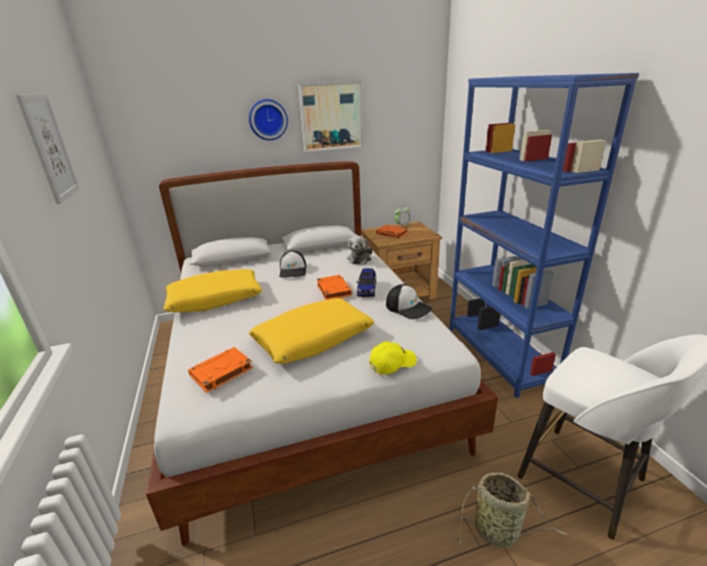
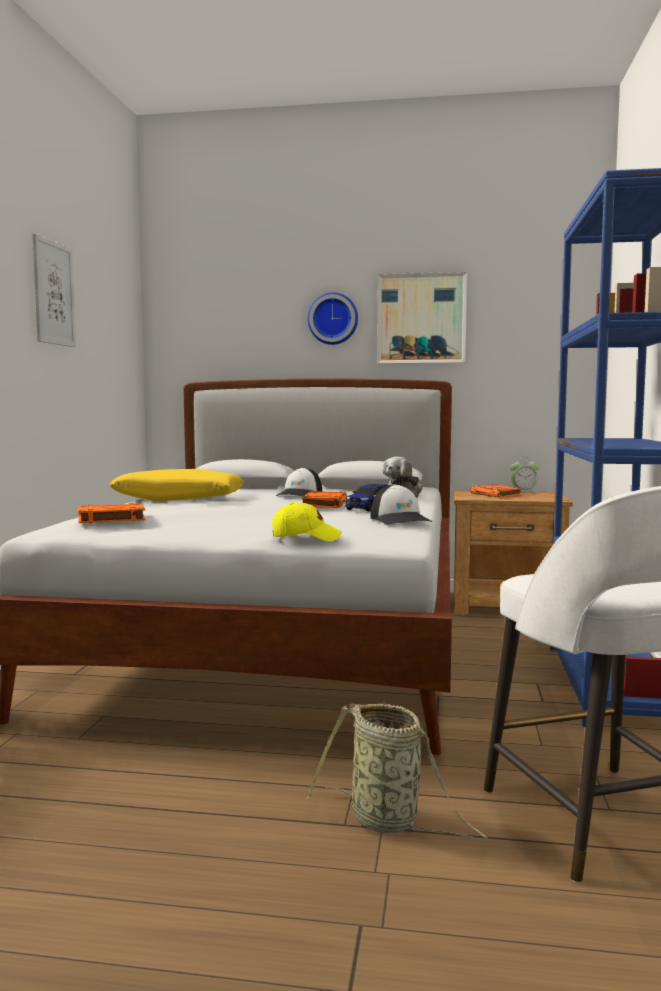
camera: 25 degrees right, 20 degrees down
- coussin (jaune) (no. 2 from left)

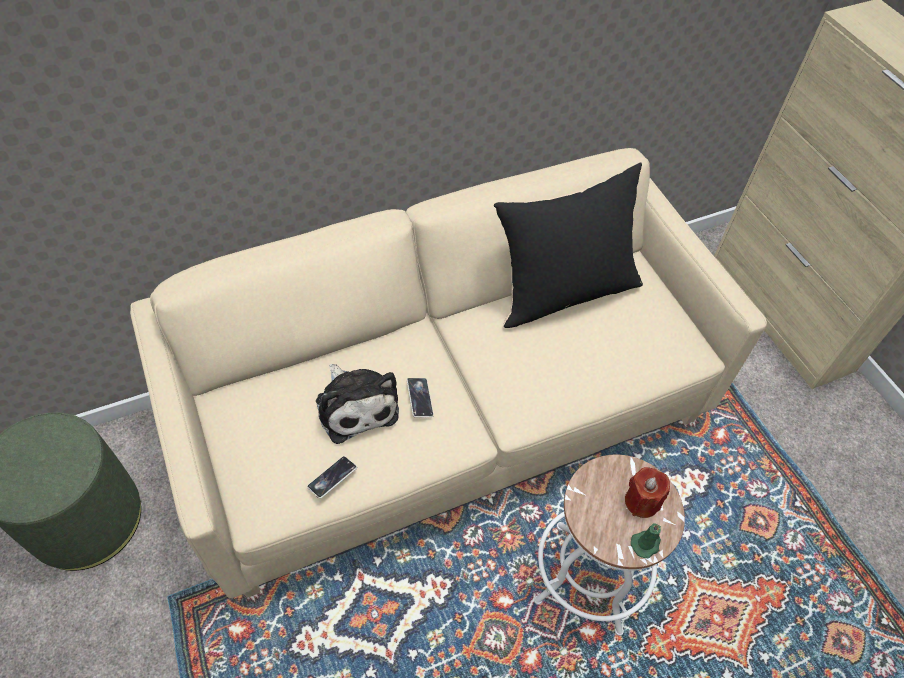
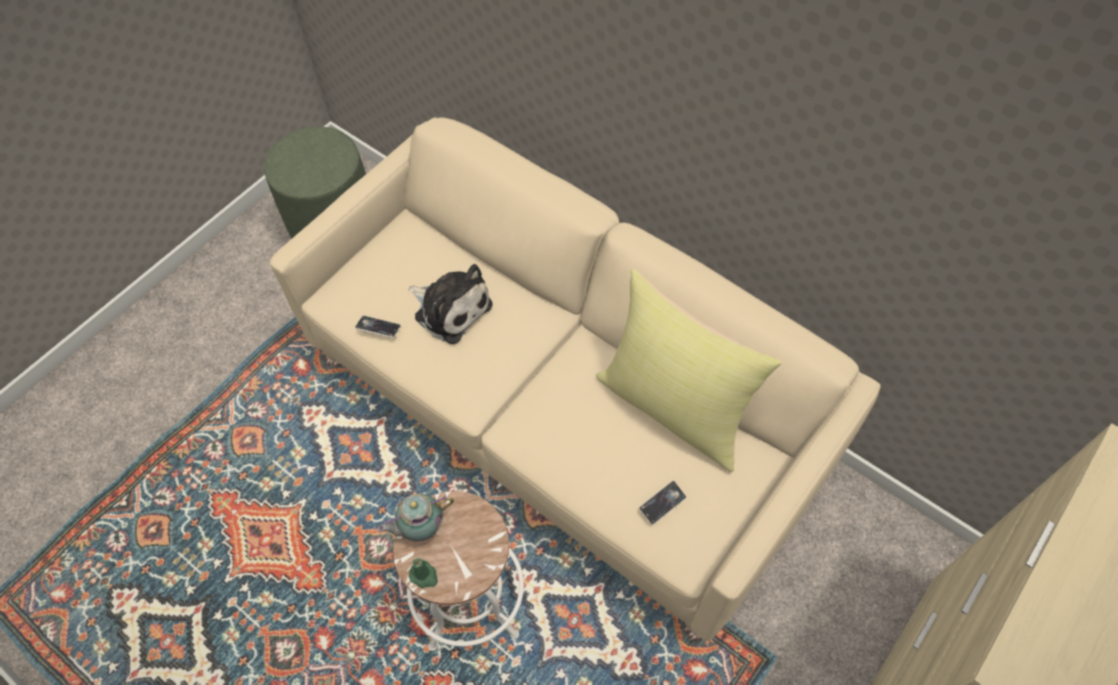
camera: 65 degrees right, 5 degrees up
~ peluche 90 degrees counterclockwise
~ téléphone (no. 2 from left)
~ coussin (noir) to coussin (jaune)
- bougie (rouge)
+ théière

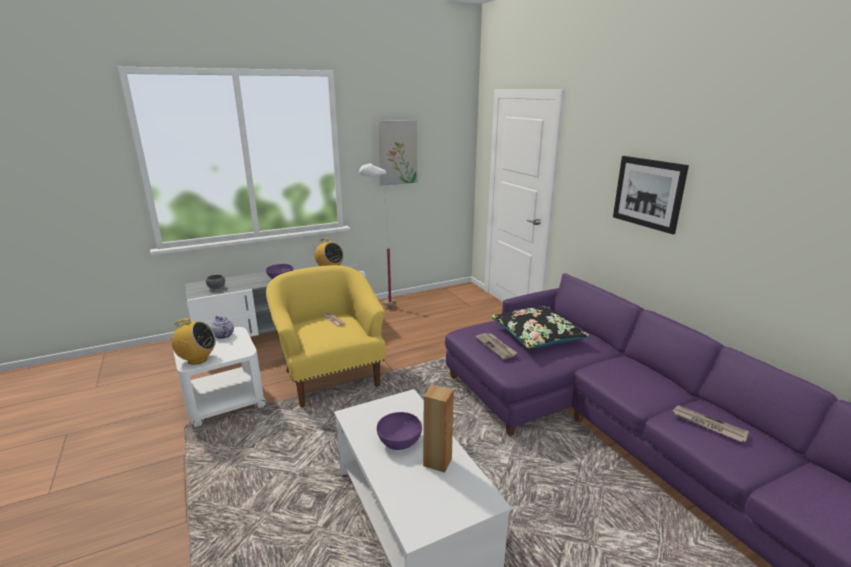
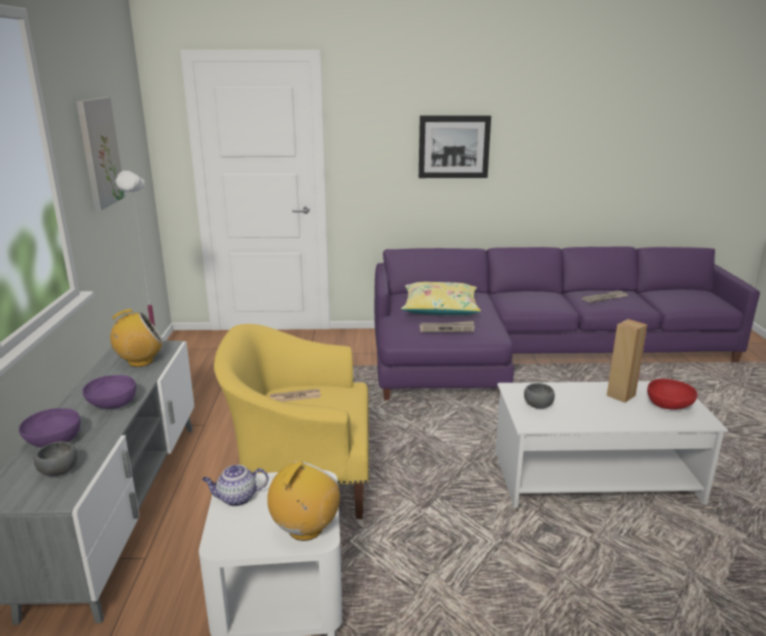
camera: 65 degrees left, 0 degrees up
~ bol (violet) (no. 2 from left in the first image) to bol (violet) (no. 1 from left)
~ coussin (noir) to coussin (jaune)
+ bol (gris) (no. 2 from left)
+ bol (rouge)

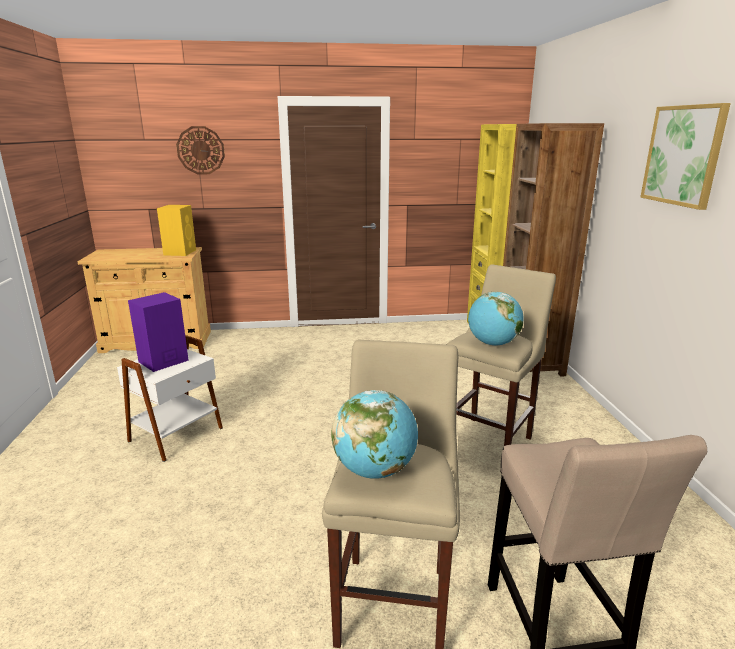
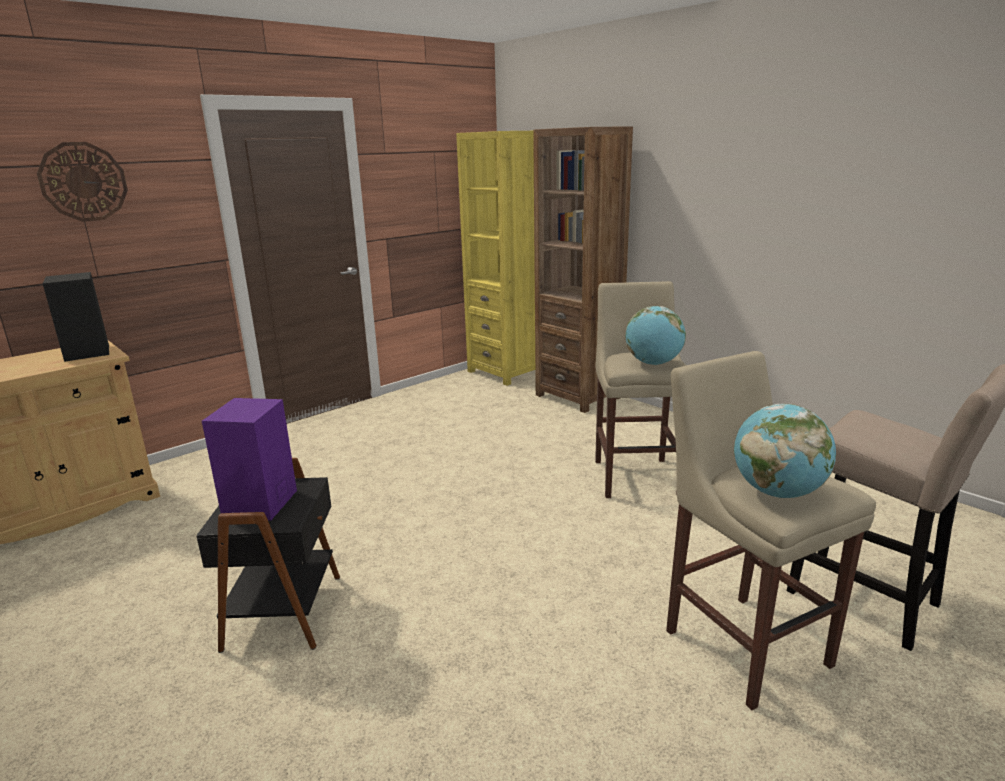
camera: 35 degrees left, 0 degrees up
~ table d'appoint (blanc) to table d'appoint (noir)
~ enceinte (jaune) to enceinte (noir)
- tableau

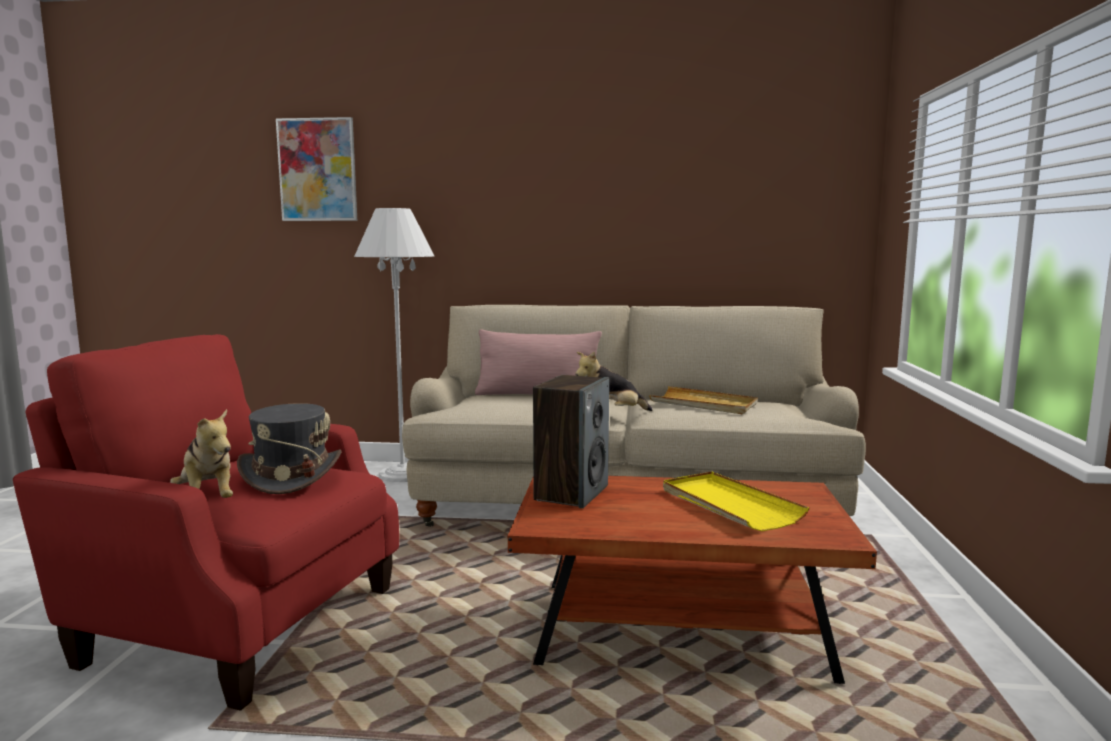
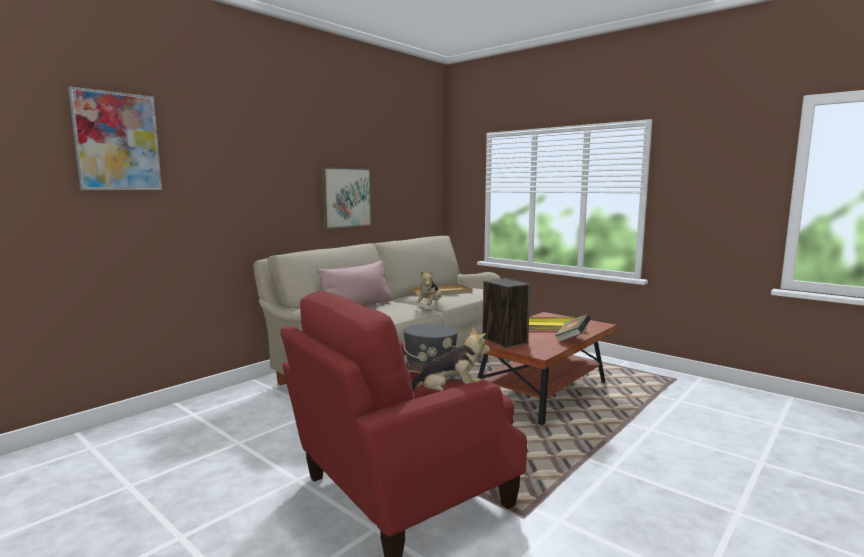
camera: 55 degrees left, 0 degrees up
- lampadaire (blanc)
+ tableau (no. 2 from left)
+ livre

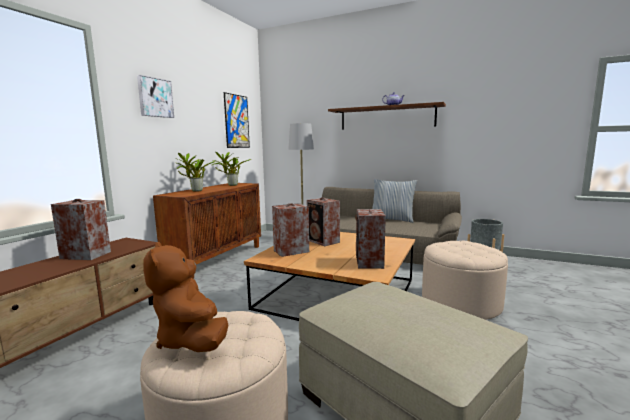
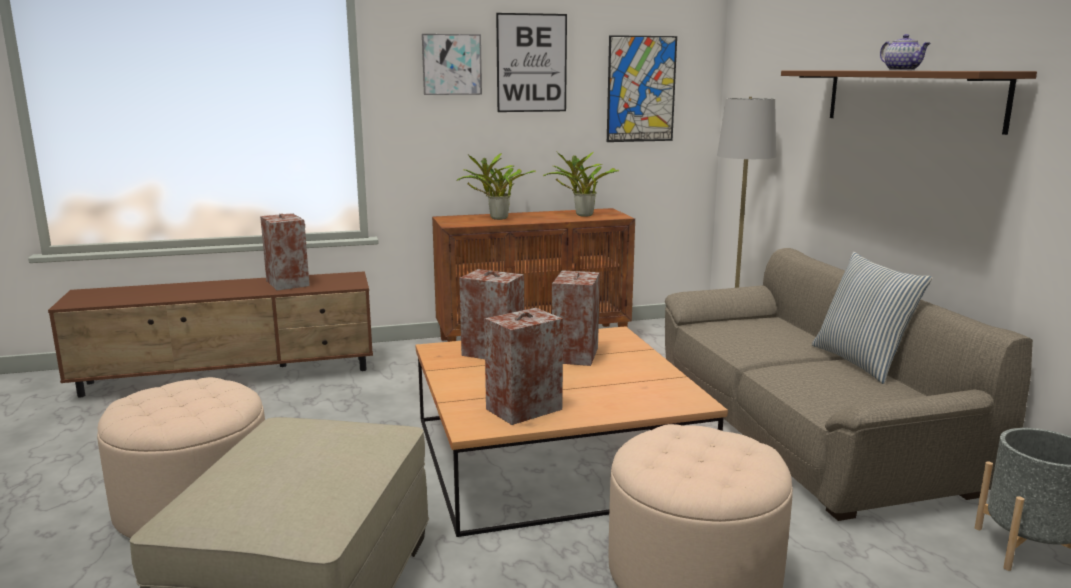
camera: 50 degrees right, 5 degrees up
- peluche (marron)
+ tableau (no. 2 from left)

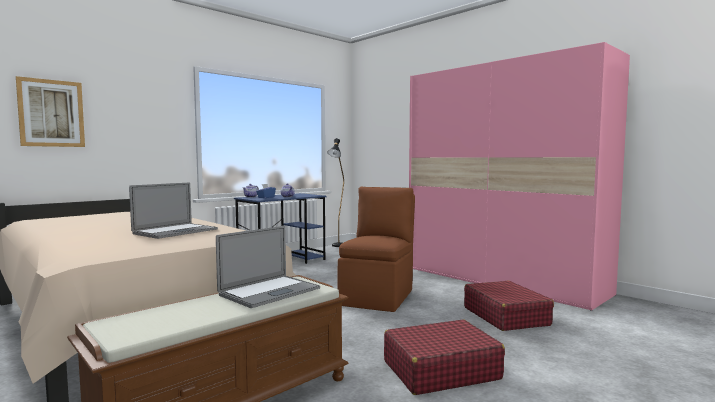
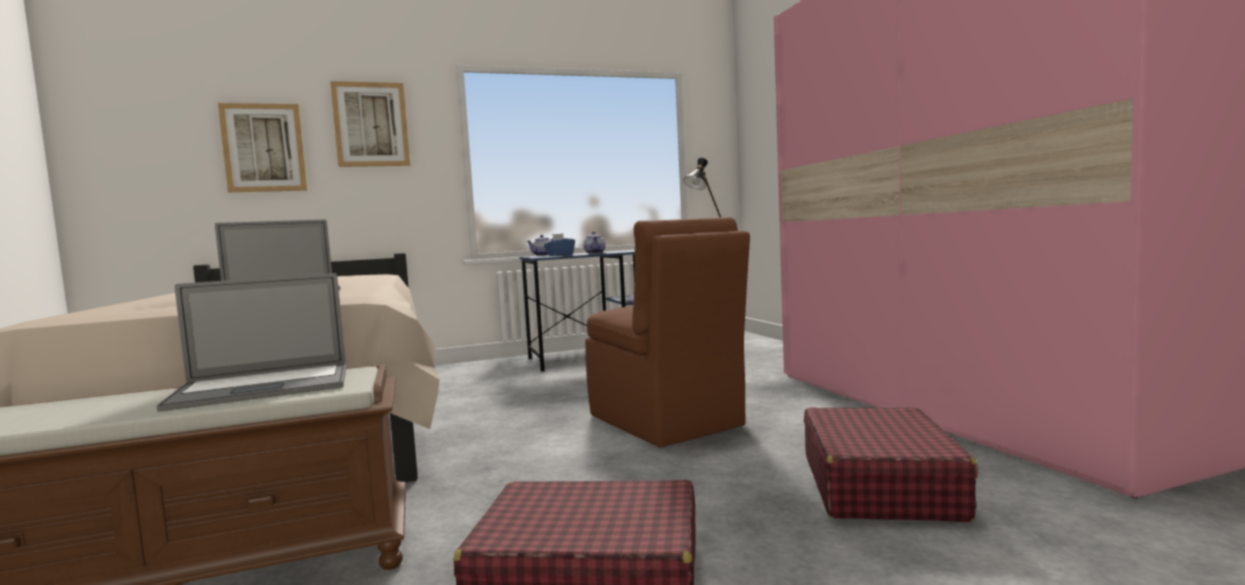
camera: 25 degrees right, 0 degrees up
~ chaise (marron) 105 degrees clockwise
+ tableau (no. 2 from left)

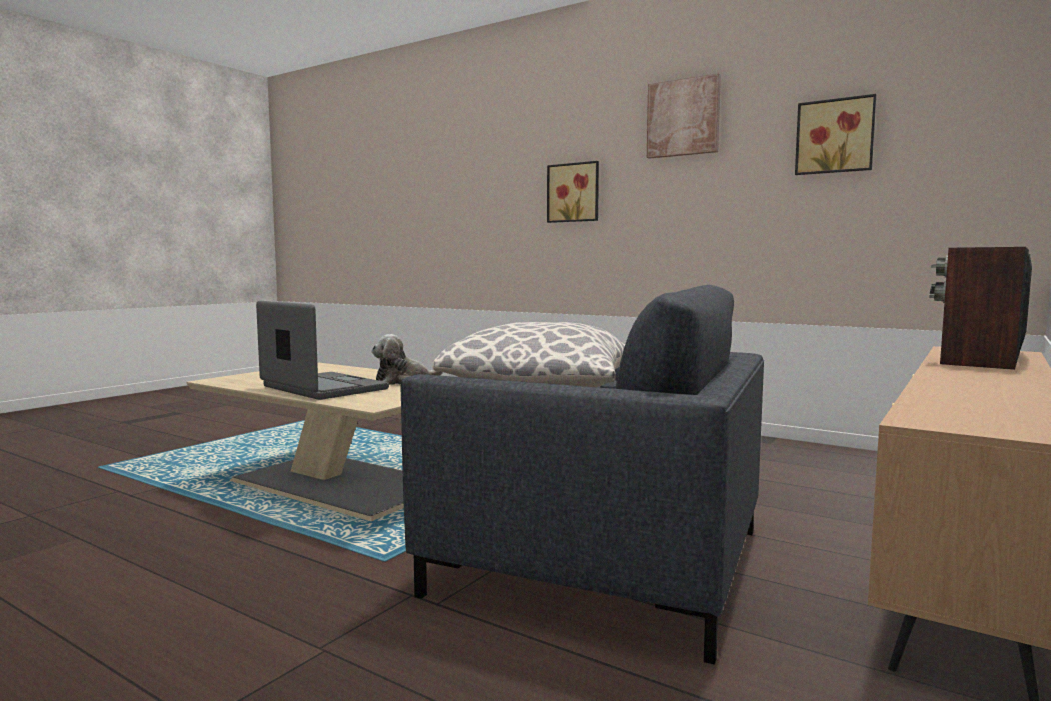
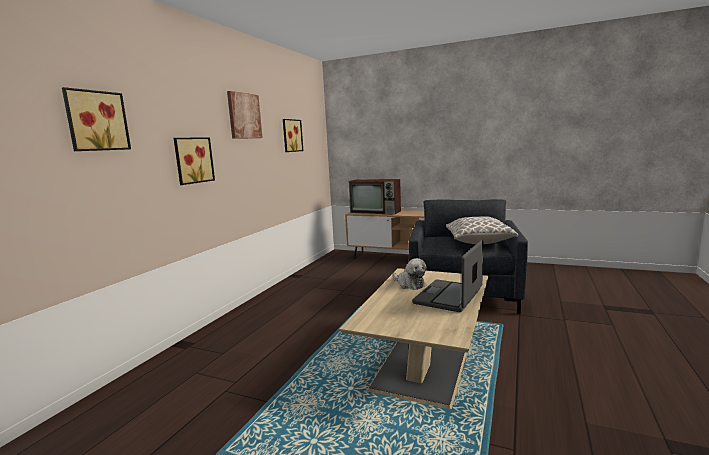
camera: 100 degrees left, 5 degrees up
+ tableau (no. 1 from left)

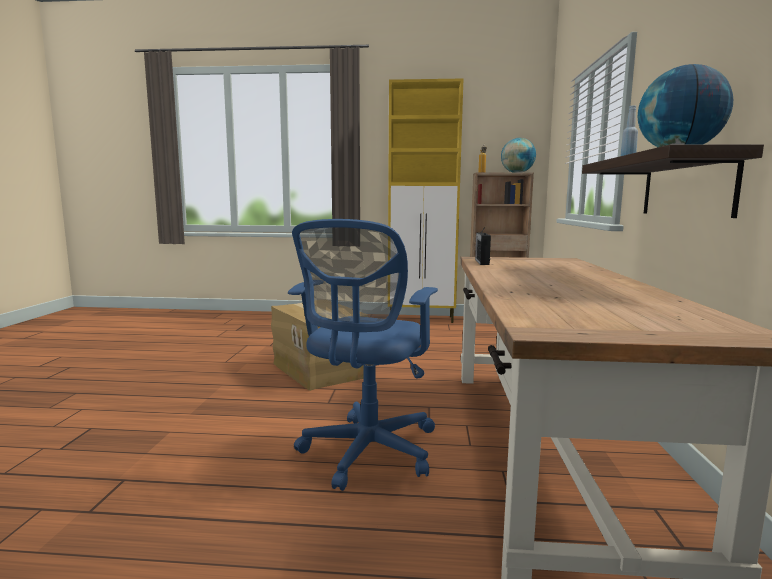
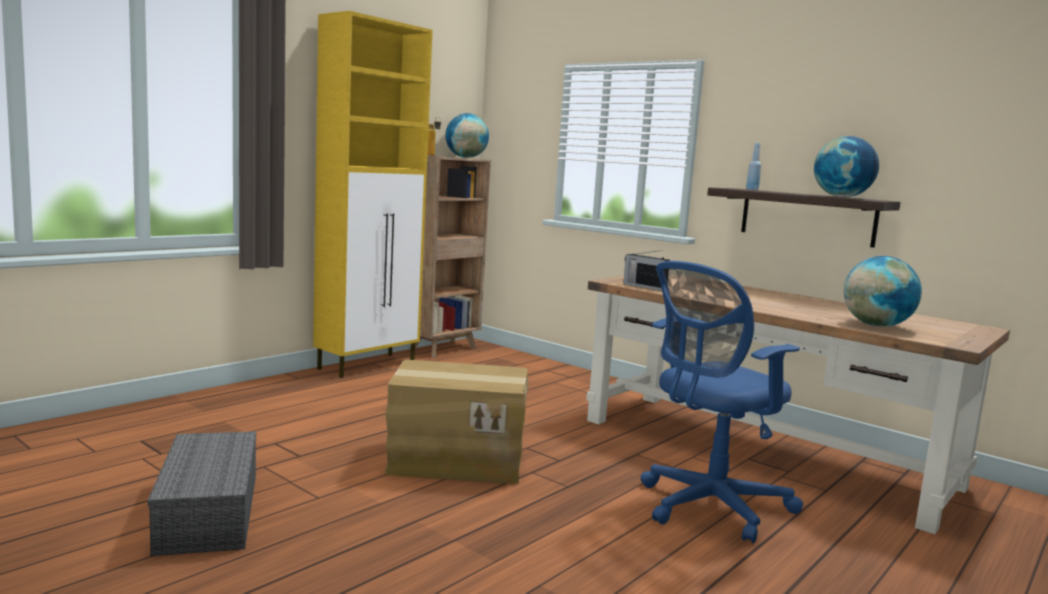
camera: 55 degrees left, 0 degrees up
~ chaise de bureau (bleu) 90 degrees clockwise
+ boîte de rangement (gris)
+ globe (no. 3 from left)

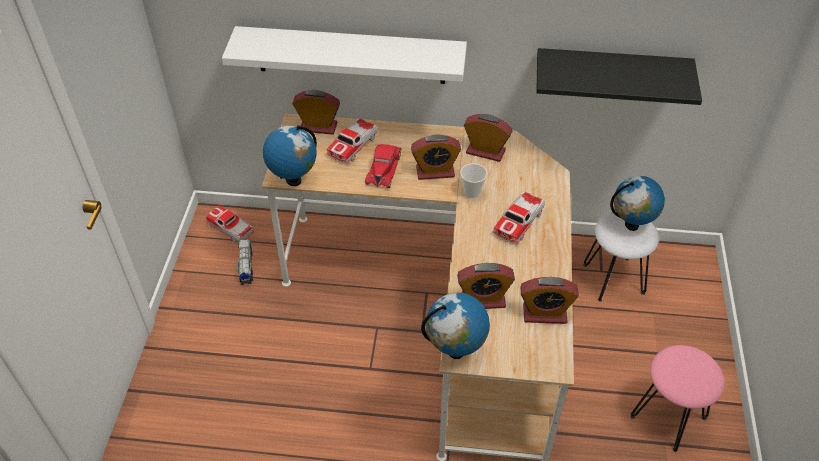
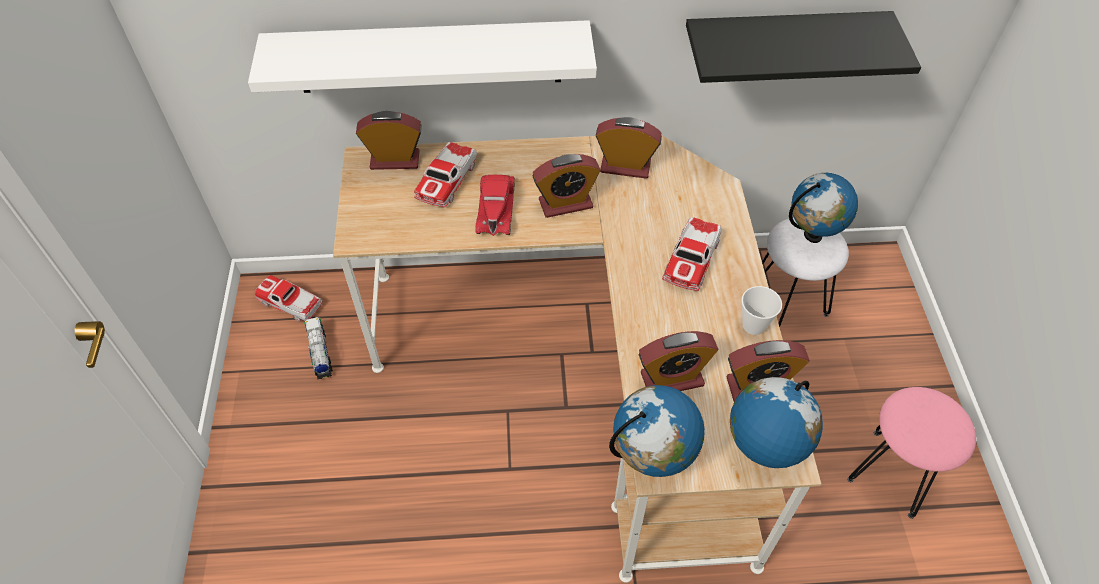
camera: 10 degrees left, 5 degrees up
~ globe (no. 1 from left in the first image) to globe (no. 2 from left)
~ tasse

